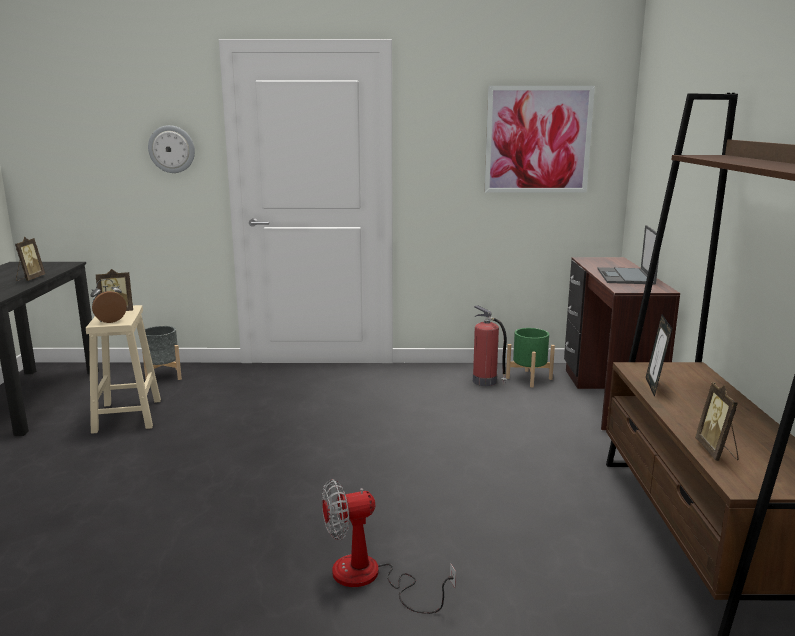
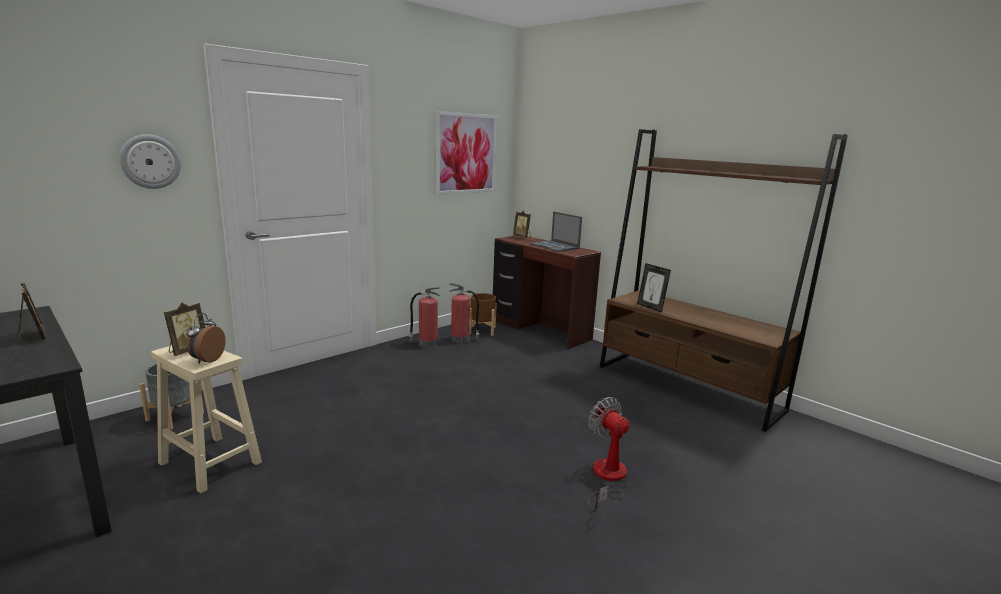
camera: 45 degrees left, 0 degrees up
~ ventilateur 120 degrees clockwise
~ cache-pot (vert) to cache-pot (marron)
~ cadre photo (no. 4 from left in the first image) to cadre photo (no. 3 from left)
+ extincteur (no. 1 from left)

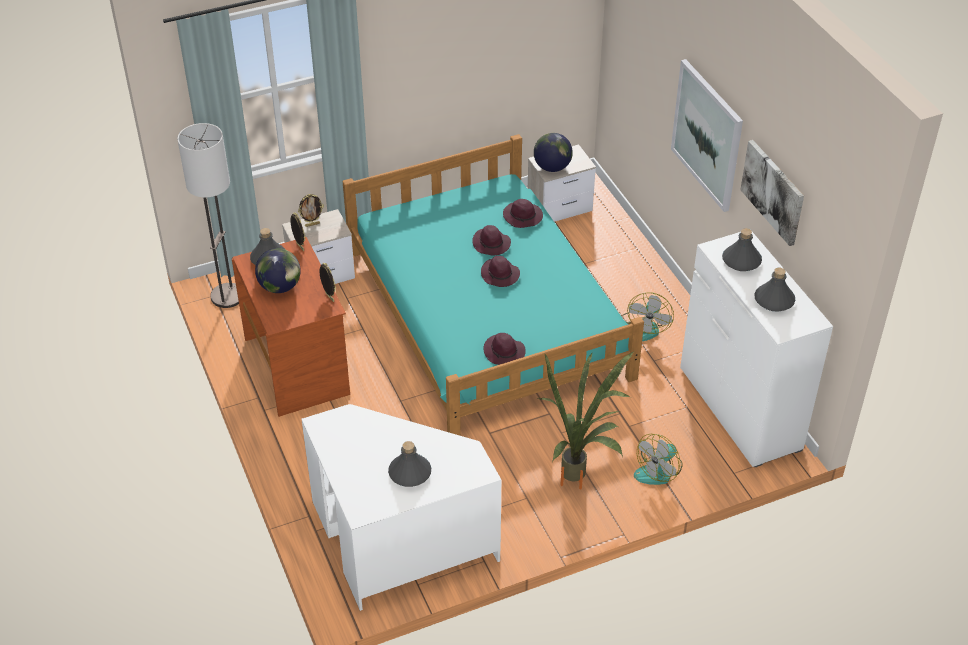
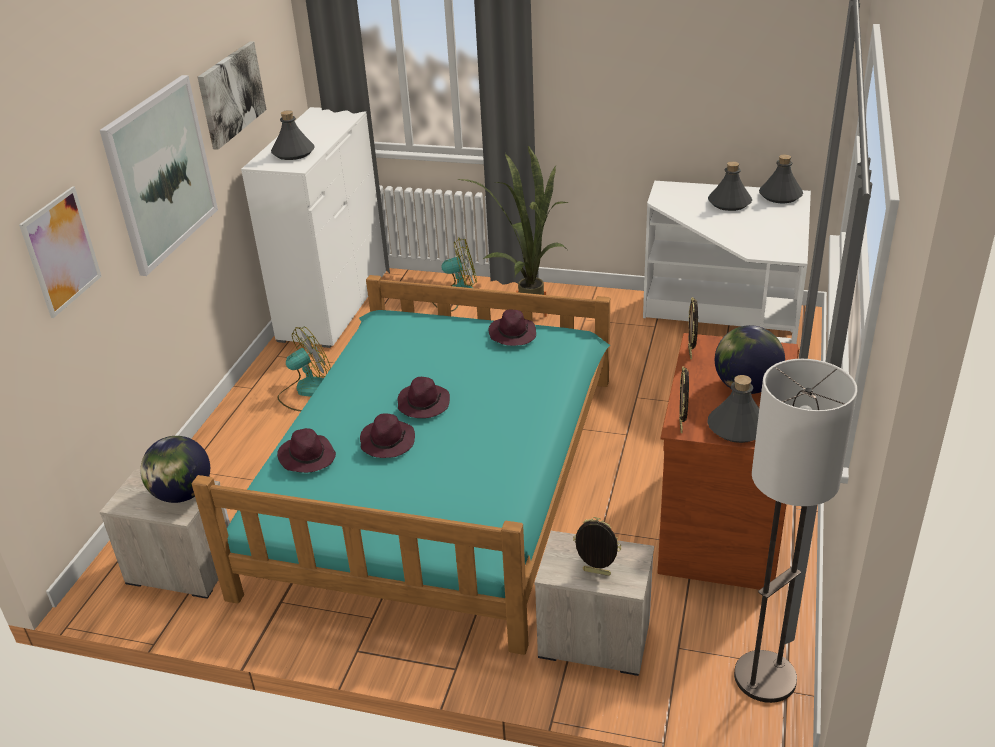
camera: 140 degrees left, 10 degrees down
~ bouteille (gris) (no. 4 from left)
+ tableau (no. 1 from left)

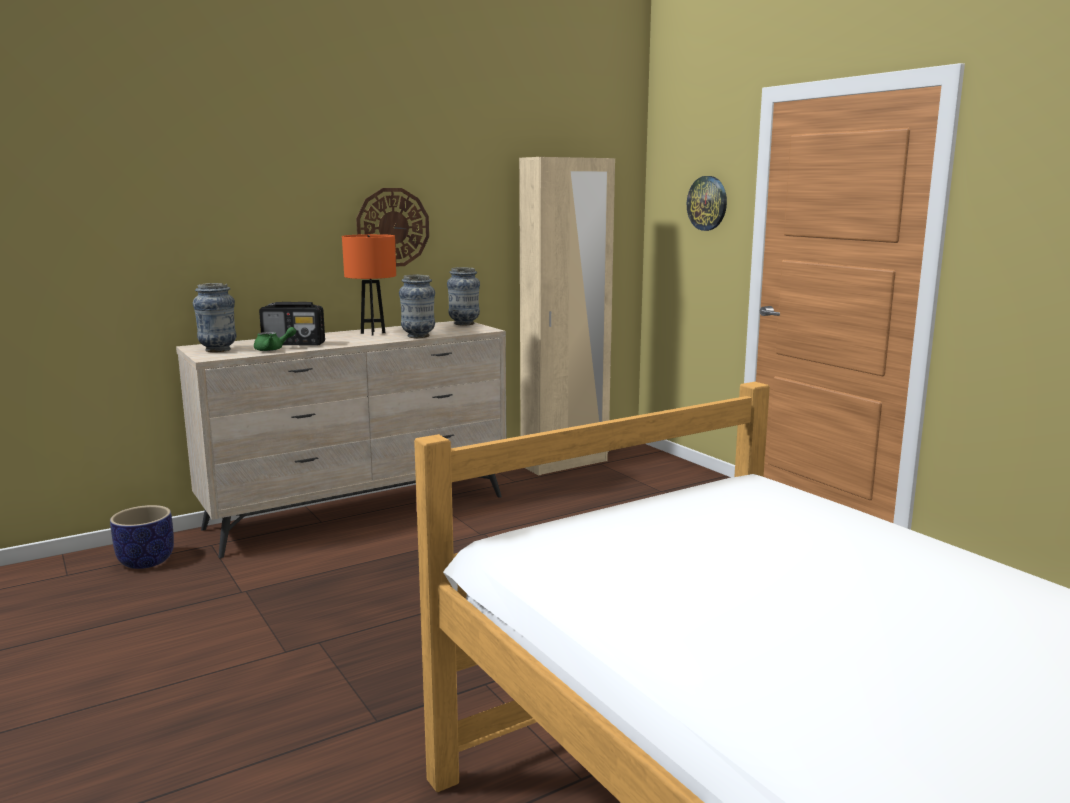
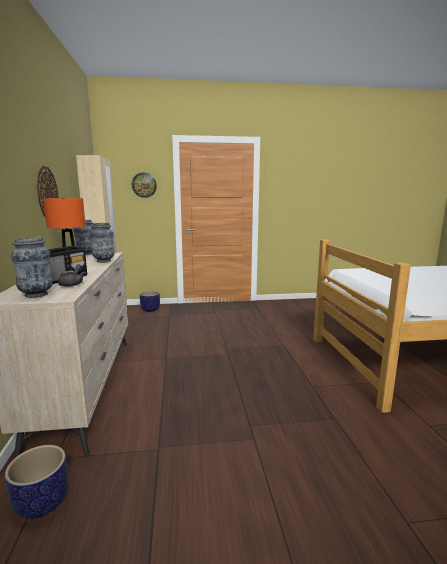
camera: 65 degrees left, 0 degrees up
~ théière (vert) to théière (gris)
+ cache-pot (no. 2 from left)

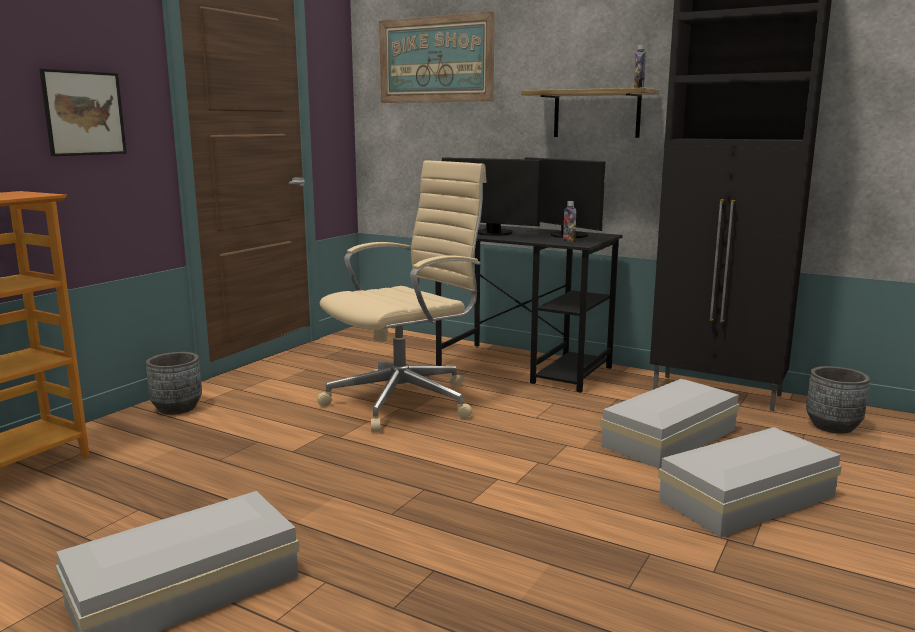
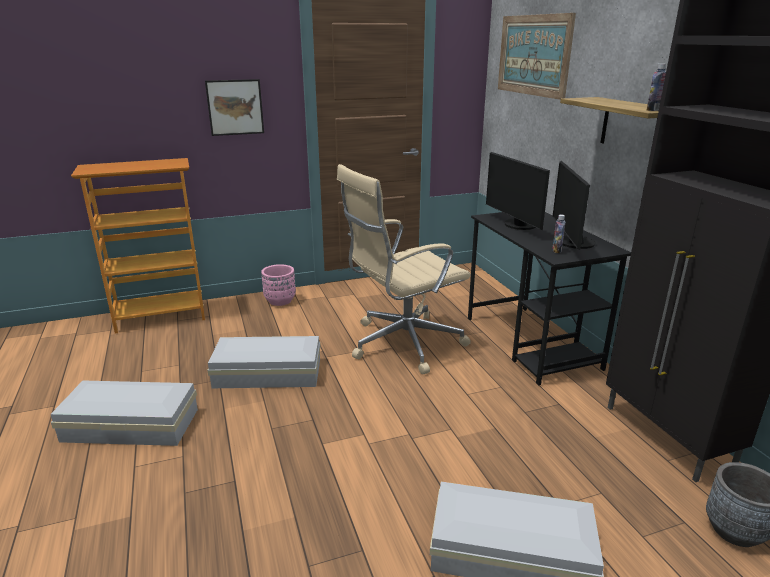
camera: 40 degrees right, 10 degrees up
~ cache-pot (gris) (no. 1 from left) to cache-pot (rose)
~ chaise de bureau (beige) 150 degrees clockwise
~ boîte de rangement (blanc) (no. 2 from left)

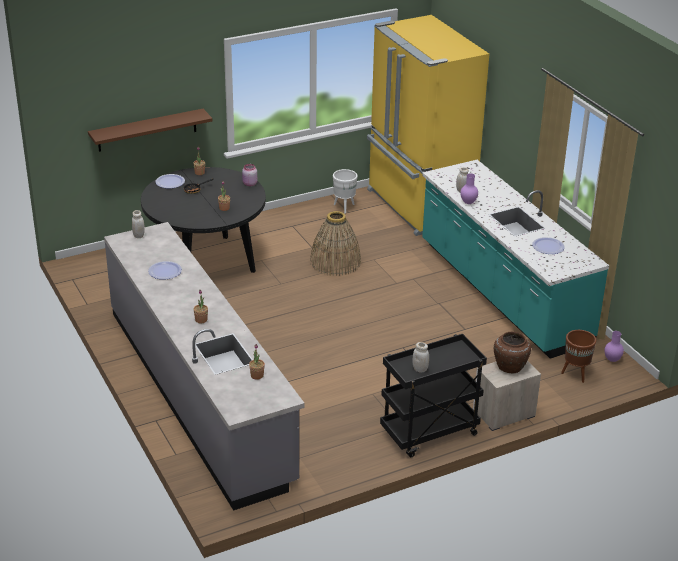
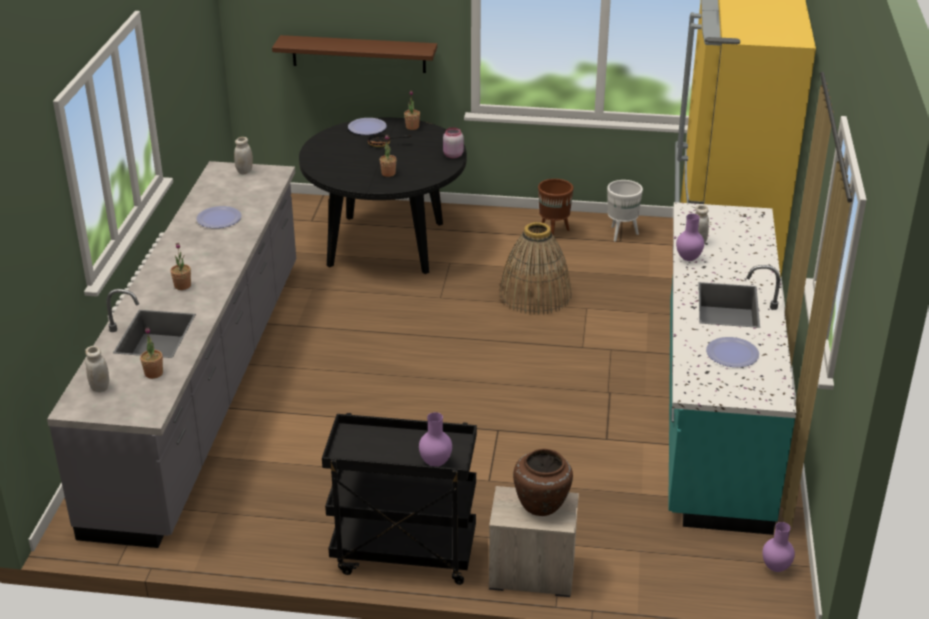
camera: 35 degrees right, 0 degrees up
~ bocal (blanc) (no. 2 from left in the first image) to bocal (blanc) (no. 1 from left)
~ cache-pot (marron)
+ vase (violet) (no. 1 from left)

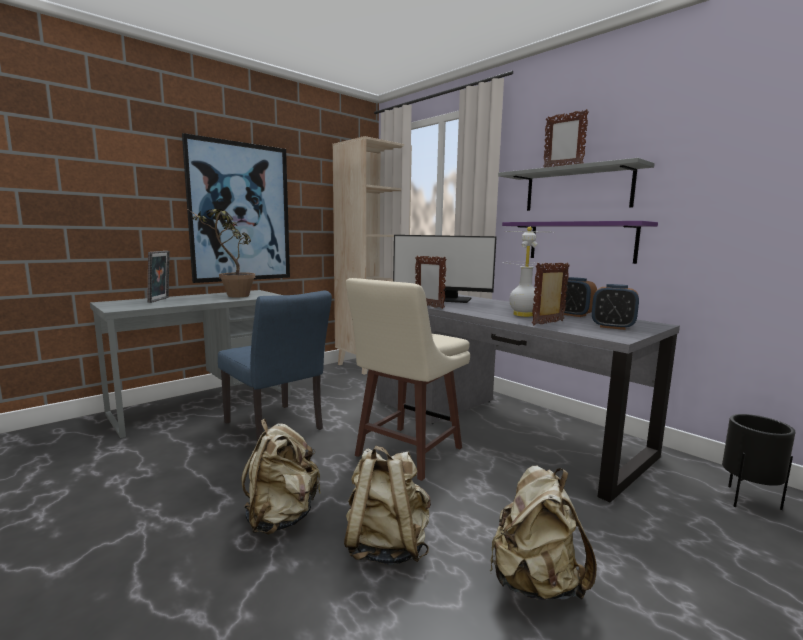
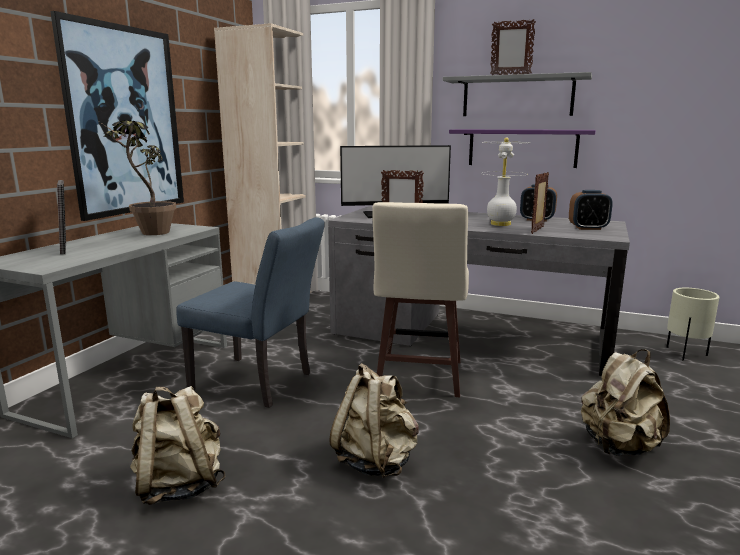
camera: 25 degrees left, 5 degrees up
~ sac à dos (beige) (no. 2 from left in the first image) to sac à dos (beige) (no. 1 from left)
~ cache-pot (noir) to cache-pot (beige)

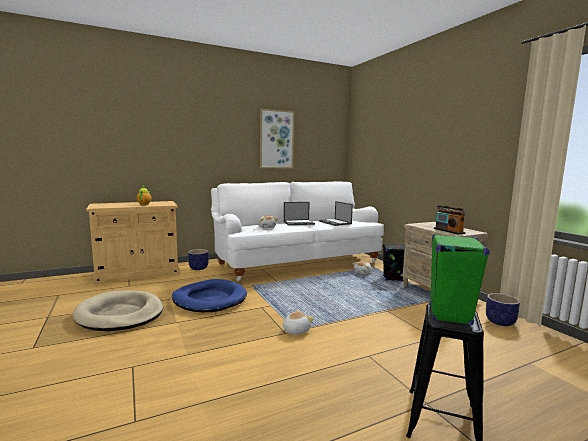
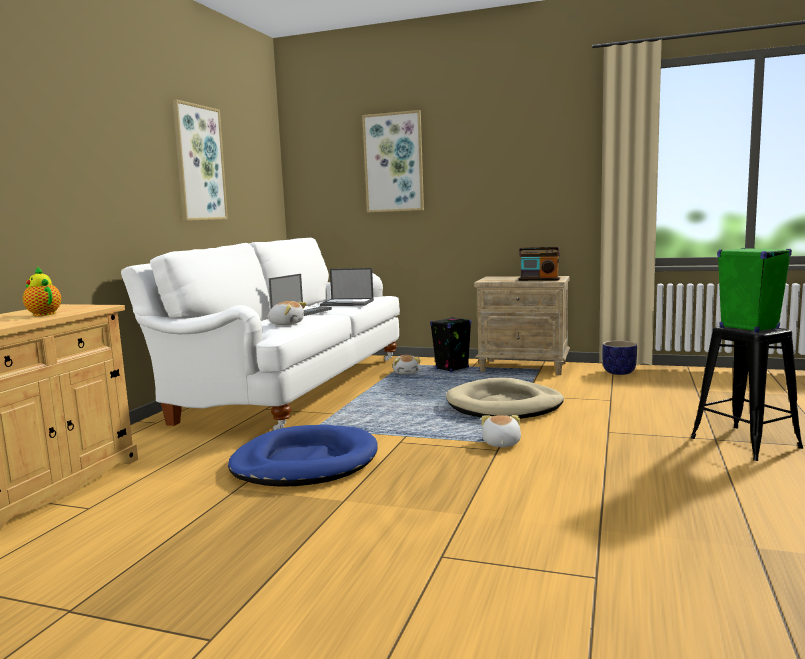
camera: 45 degrees left, 0 degrees up
~ panier pour chien (beige)
- cache-pot (no. 1 from left)
+ tableau (no. 2 from left)

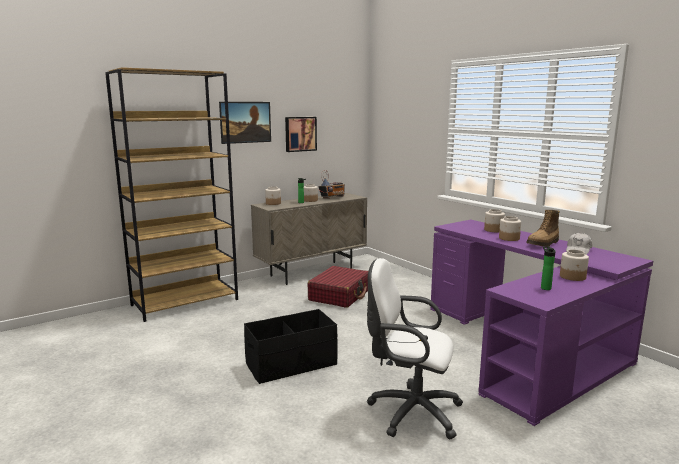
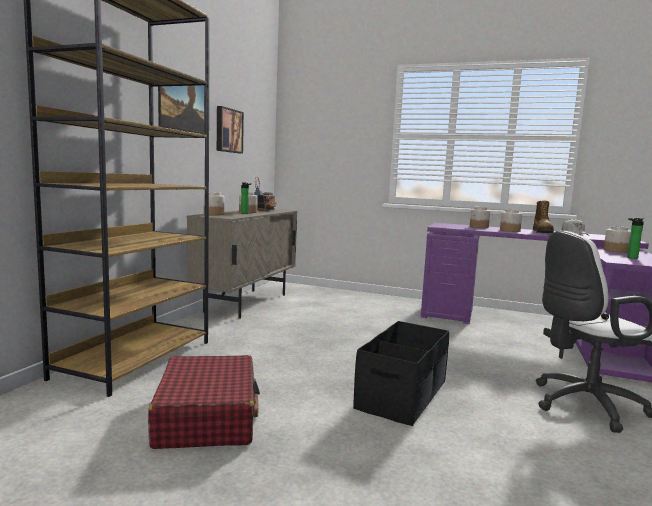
camera: 35 degrees left, 5 degrees down
~ valise (rouge)

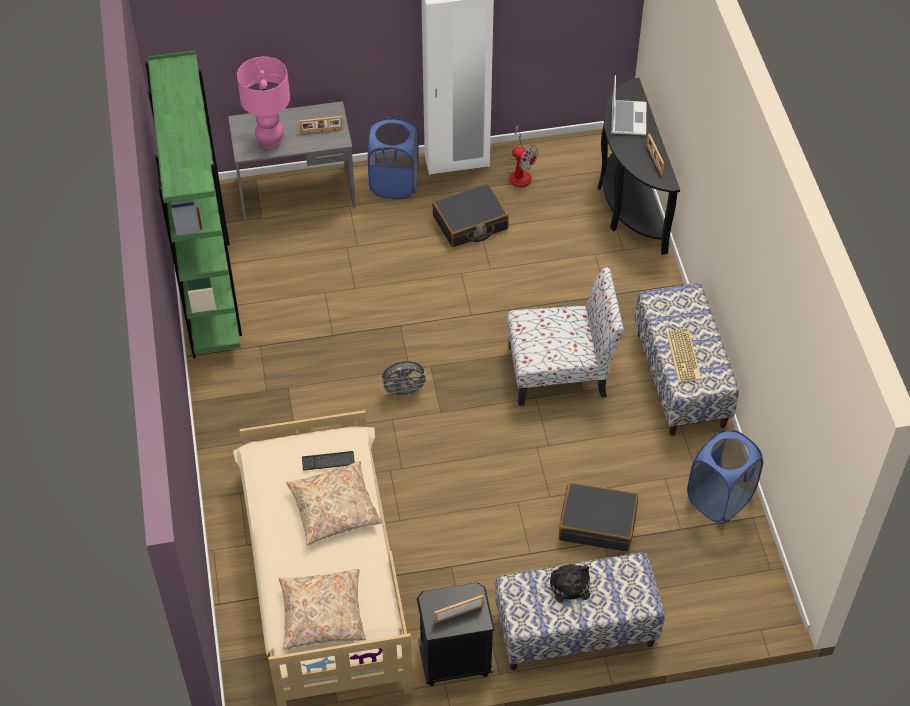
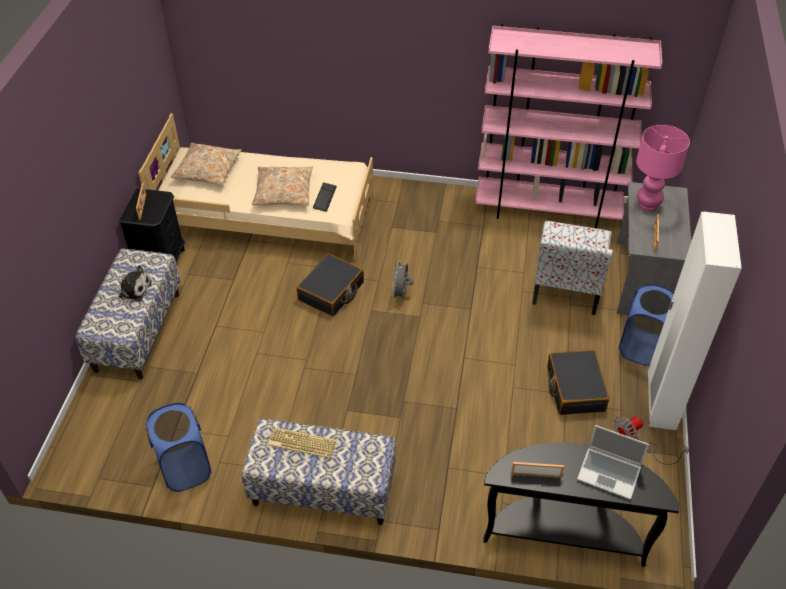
camera: 110 degrees right, 5 degrees down
~ bibliothèque (vert) to bibliothèque (rose)
~ chaise
~ valise (noir) (no. 2 from left in the first image) to valise (noir) (no. 1 from left)

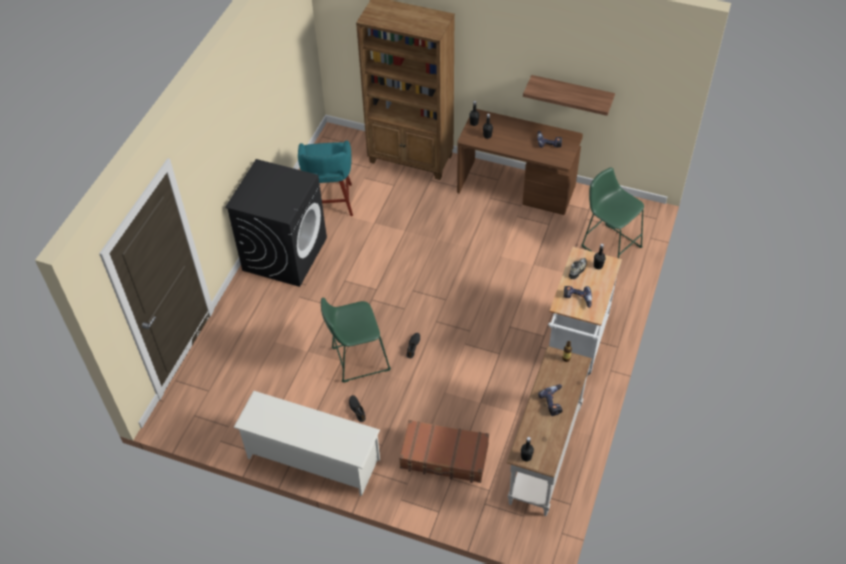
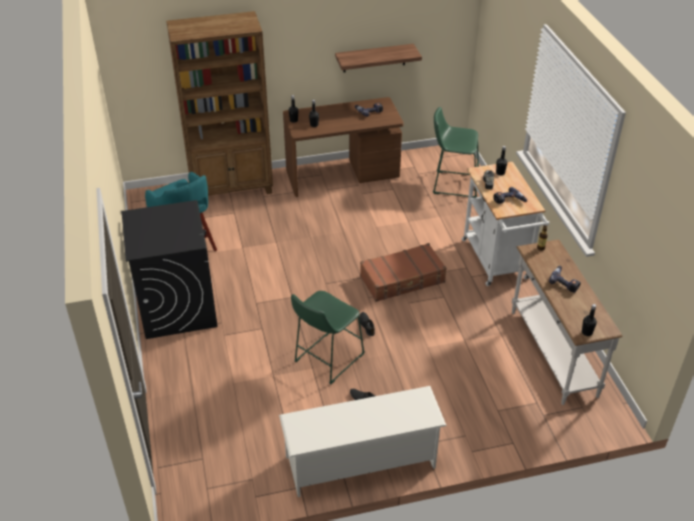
camera: 35 degrees left, 10 degrees down
~ valise (marron)

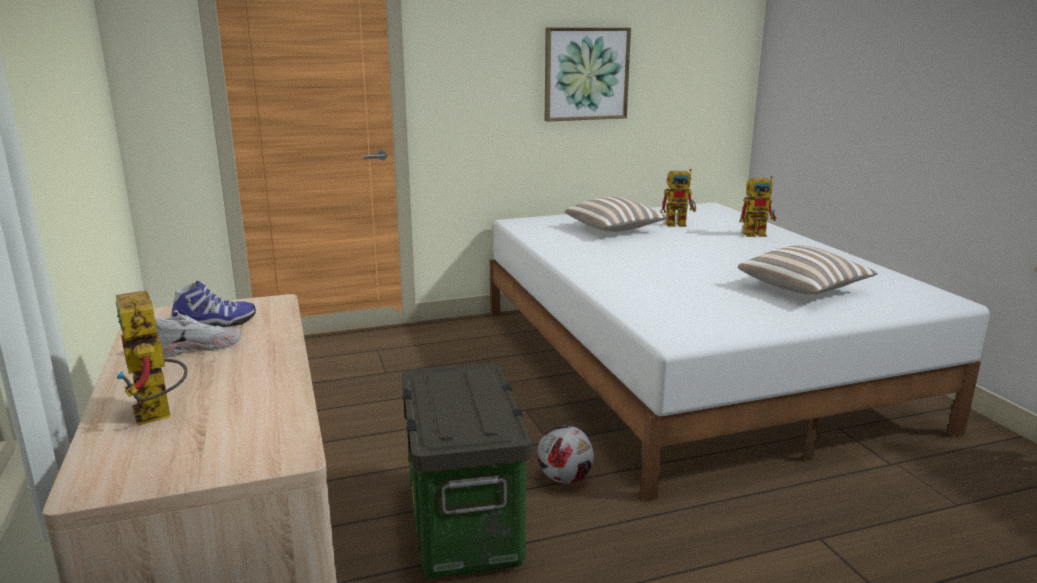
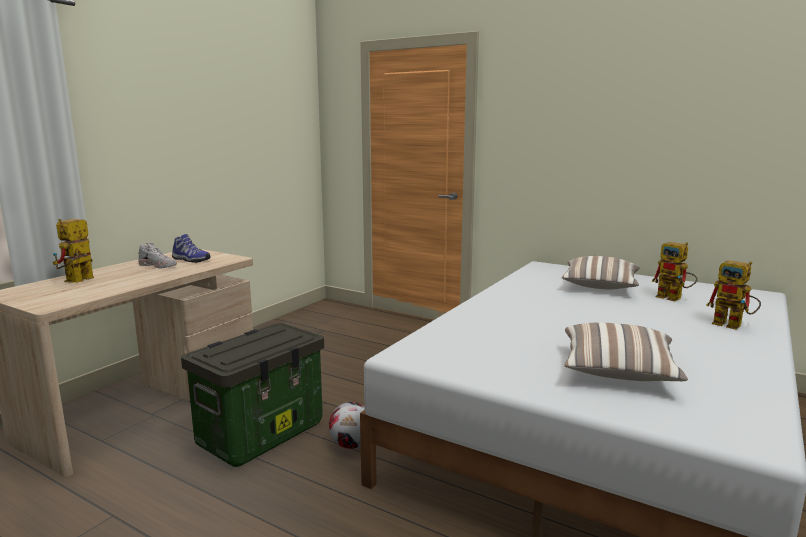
camera: 50 degrees right, 5 degrees down
- tableau

